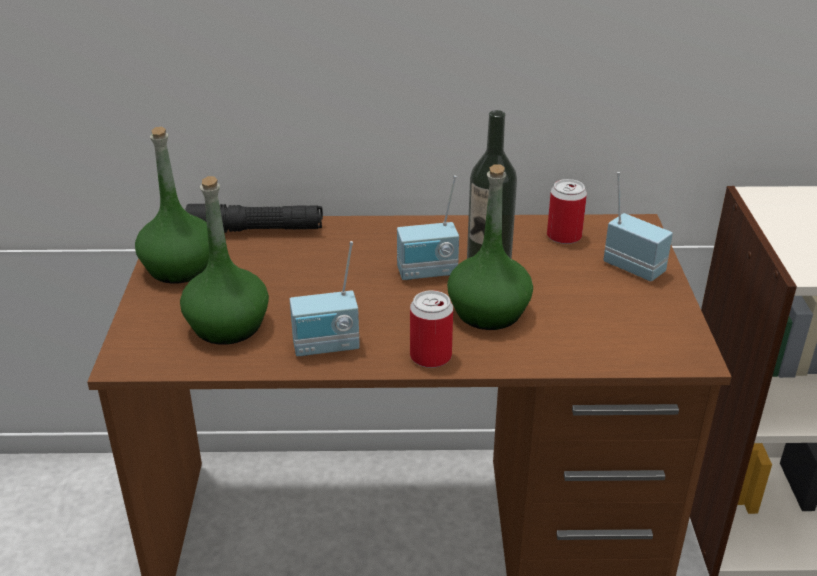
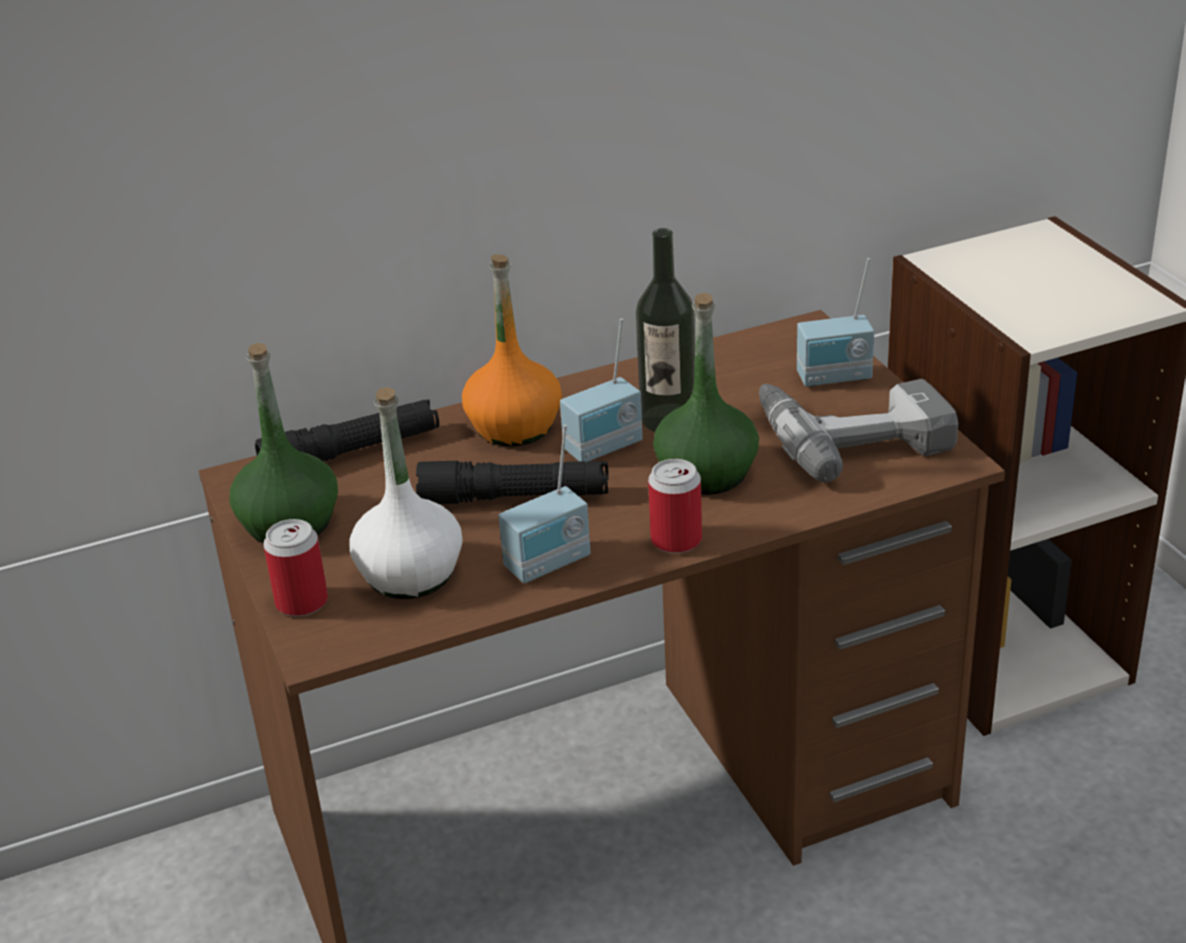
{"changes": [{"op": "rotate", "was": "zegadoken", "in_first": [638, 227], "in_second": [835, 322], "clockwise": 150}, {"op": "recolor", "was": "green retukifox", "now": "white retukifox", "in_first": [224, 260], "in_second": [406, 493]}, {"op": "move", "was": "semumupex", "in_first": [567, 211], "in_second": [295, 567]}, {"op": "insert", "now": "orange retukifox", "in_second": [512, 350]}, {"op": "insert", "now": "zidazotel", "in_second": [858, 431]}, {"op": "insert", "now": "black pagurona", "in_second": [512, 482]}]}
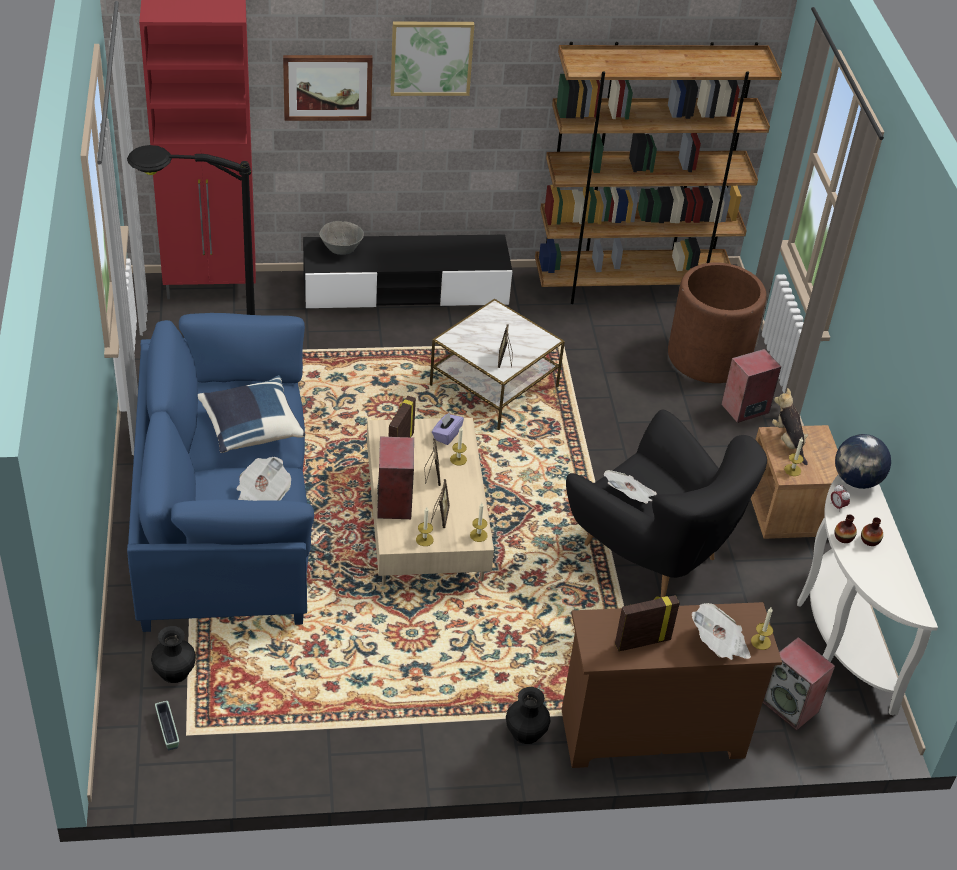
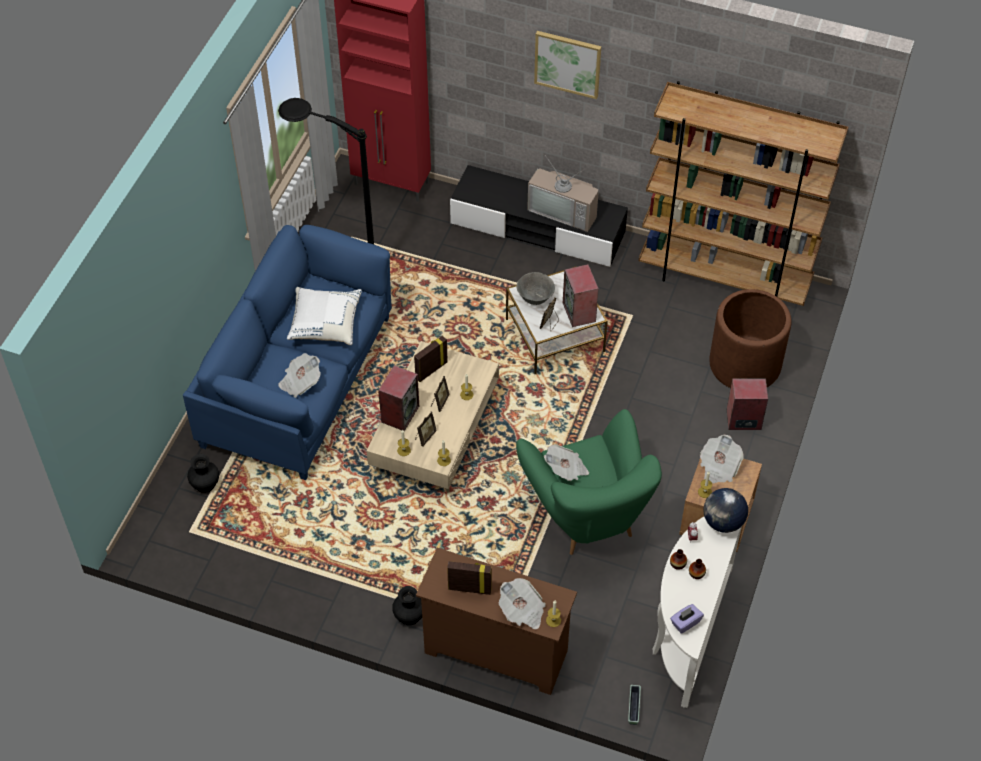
{"changes": [{"op": "delete", "was": "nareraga", "in_first": [328, 88]}, {"op": "move", "was": "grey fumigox", "in_first": [341, 238], "in_second": [536, 288]}, {"op": "recolor", "was": "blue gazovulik", "now": "white gazovulik", "in_first": [252, 414], "in_second": [324, 316]}, {"op": "replace", "was": "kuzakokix", "now": "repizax", "in_first": [790, 426], "in_second": [722, 459]}, {"op": "recolor", "was": "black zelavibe", "now": "green zelavibe", "in_first": [666, 503], "in_second": [589, 482]}, {"op": "move", "was": "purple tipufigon", "in_first": [448, 429], "in_second": [687, 619]}, {"op": "move", "was": "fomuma", "in_first": [799, 683], "in_second": [581, 295]}, {"op": "move", "was": "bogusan", "in_first": [167, 725], "in_second": [634, 705]}, {"op": "insert", "now": "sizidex", "in_second": [563, 193]}]}
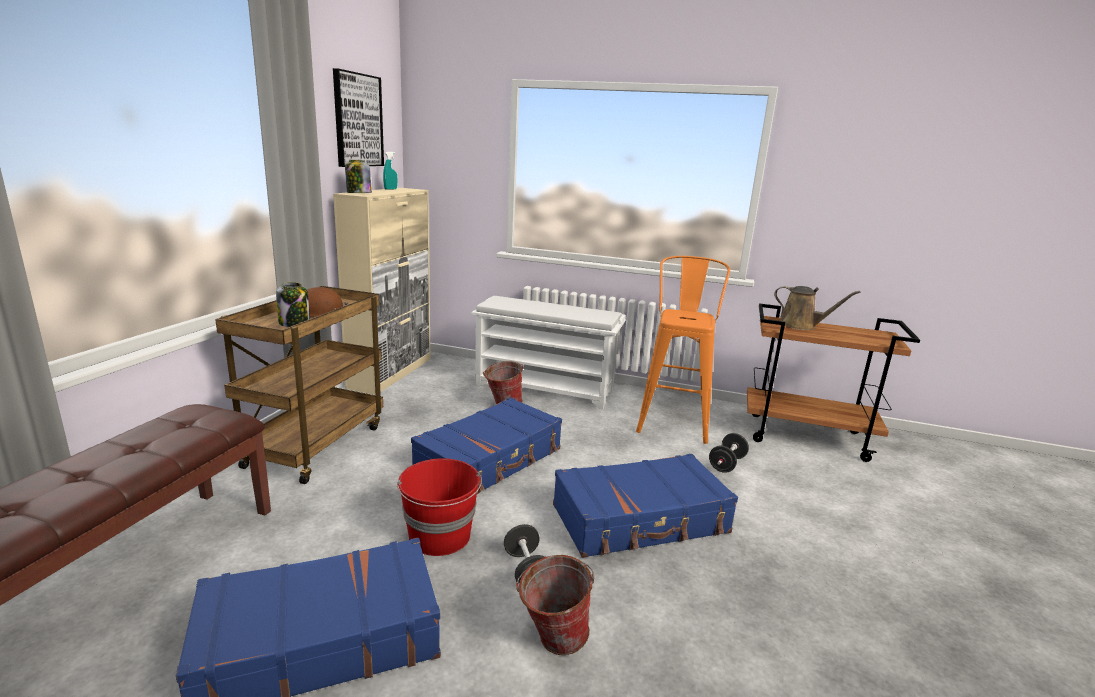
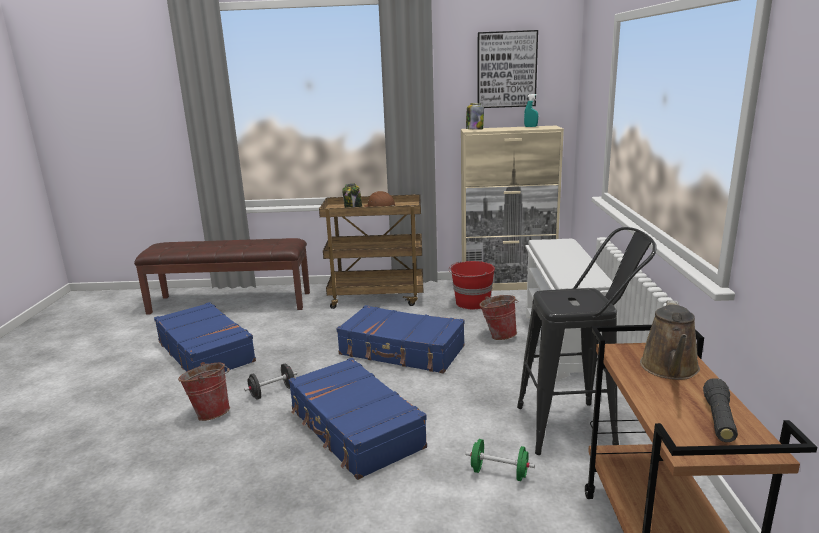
{"changes": [{"op": "recolor", "was": "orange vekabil", "now": "black vekabil", "in_first": [683, 350], "in_second": [587, 341]}, {"op": "recolor", "was": "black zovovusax", "now": "green zovovusax", "in_first": [729, 453], "in_second": [500, 460]}, {"op": "move", "was": "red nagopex", "in_first": [439, 507], "in_second": [472, 285]}, {"op": "insert", "now": "black pagurona", "in_second": [720, 410]}]}
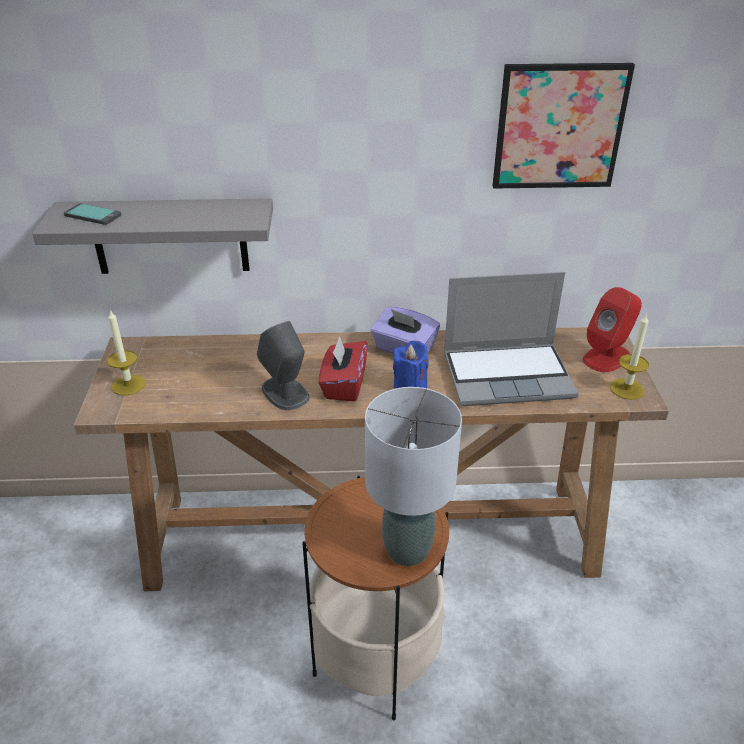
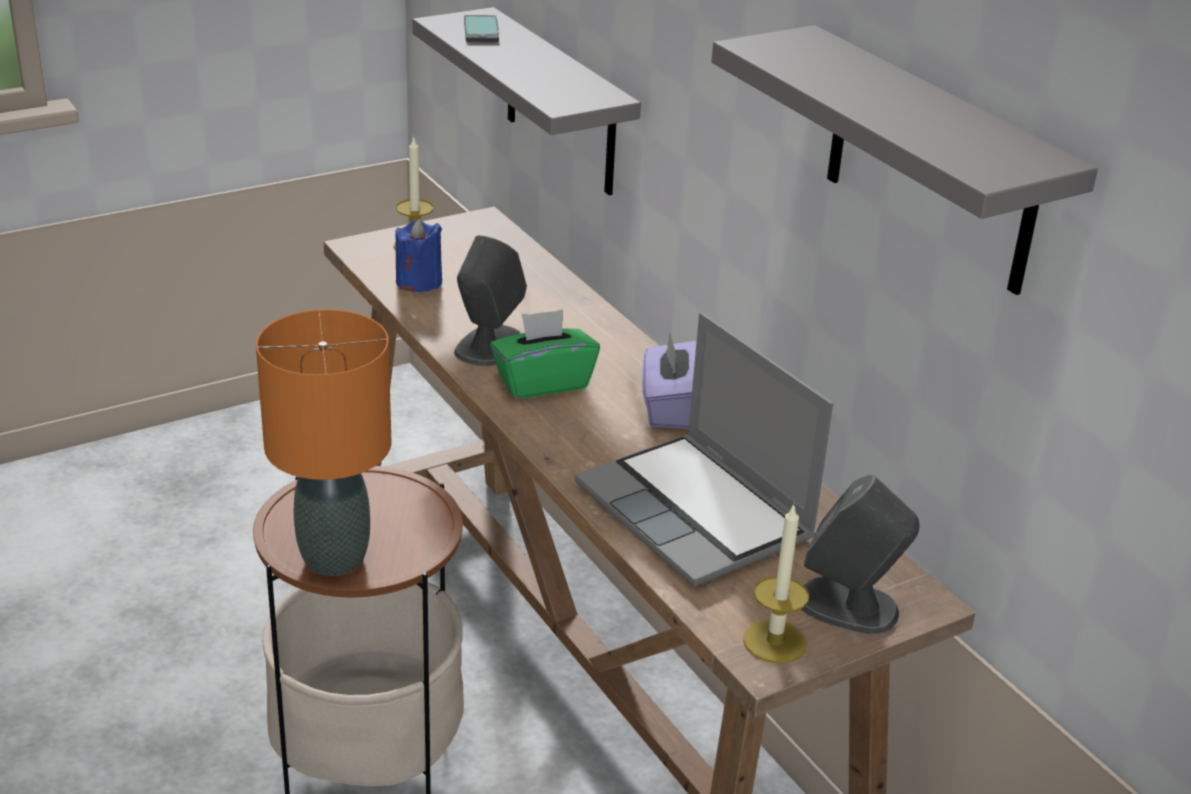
{"changes": [{"op": "replace", "was": "nareraga", "now": "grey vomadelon", "in_first": [564, 126], "in_second": [904, 160]}, {"op": "recolor", "was": "red fomuma", "now": "grey fomuma", "in_first": [612, 329], "in_second": [860, 554]}, {"op": "recolor", "was": "red tipufigon", "now": "green tipufigon", "in_first": [343, 368], "in_second": [545, 354]}, {"op": "move", "was": "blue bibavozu", "in_first": [411, 365], "in_second": [418, 255]}, {"op": "recolor", "was": "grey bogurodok", "now": "orange bogurodok", "in_first": [413, 476], "in_second": [324, 442]}]}
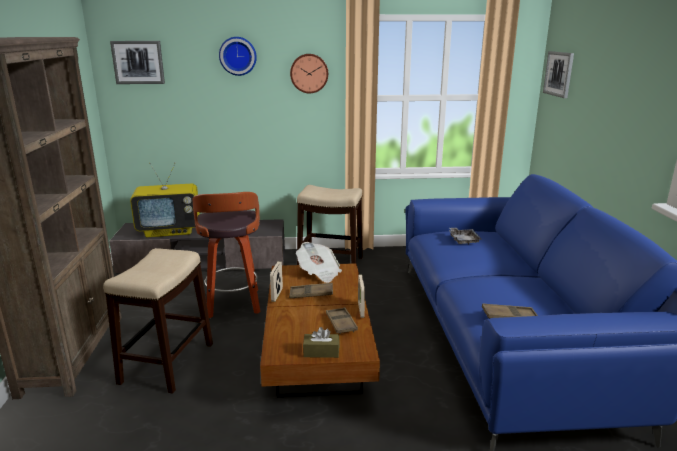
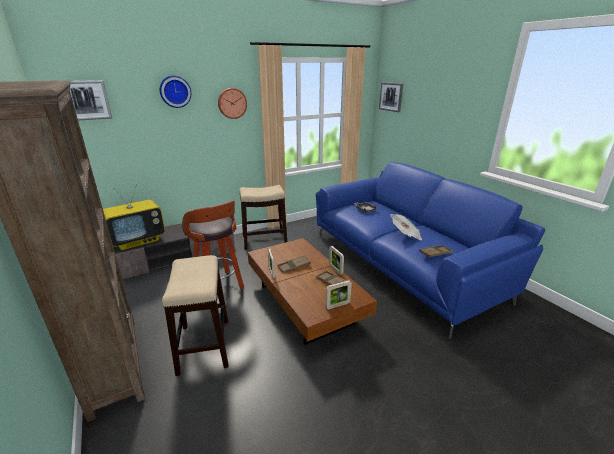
{"changes": [{"op": "move", "was": "repizax", "in_first": [319, 262], "in_second": [406, 227]}, {"op": "replace", "was": "brown tipufigon", "now": "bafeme", "in_first": [321, 342], "in_second": [339, 294]}]}
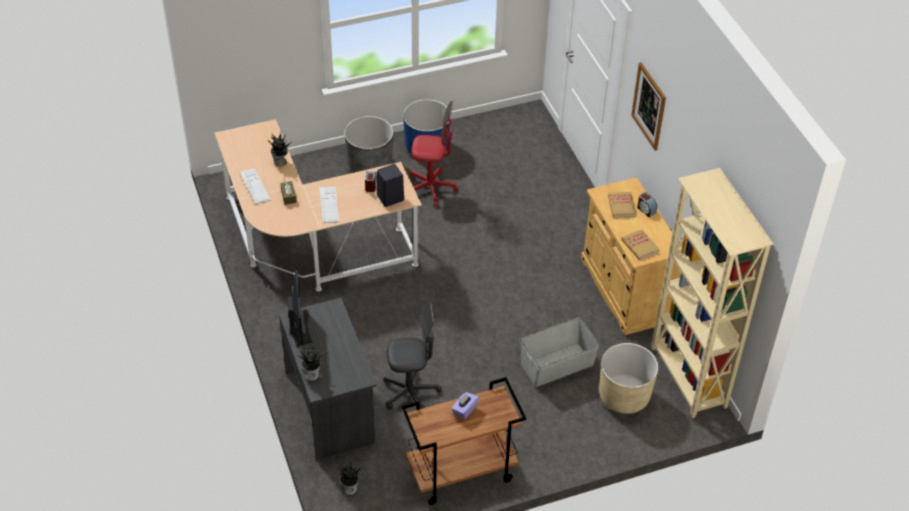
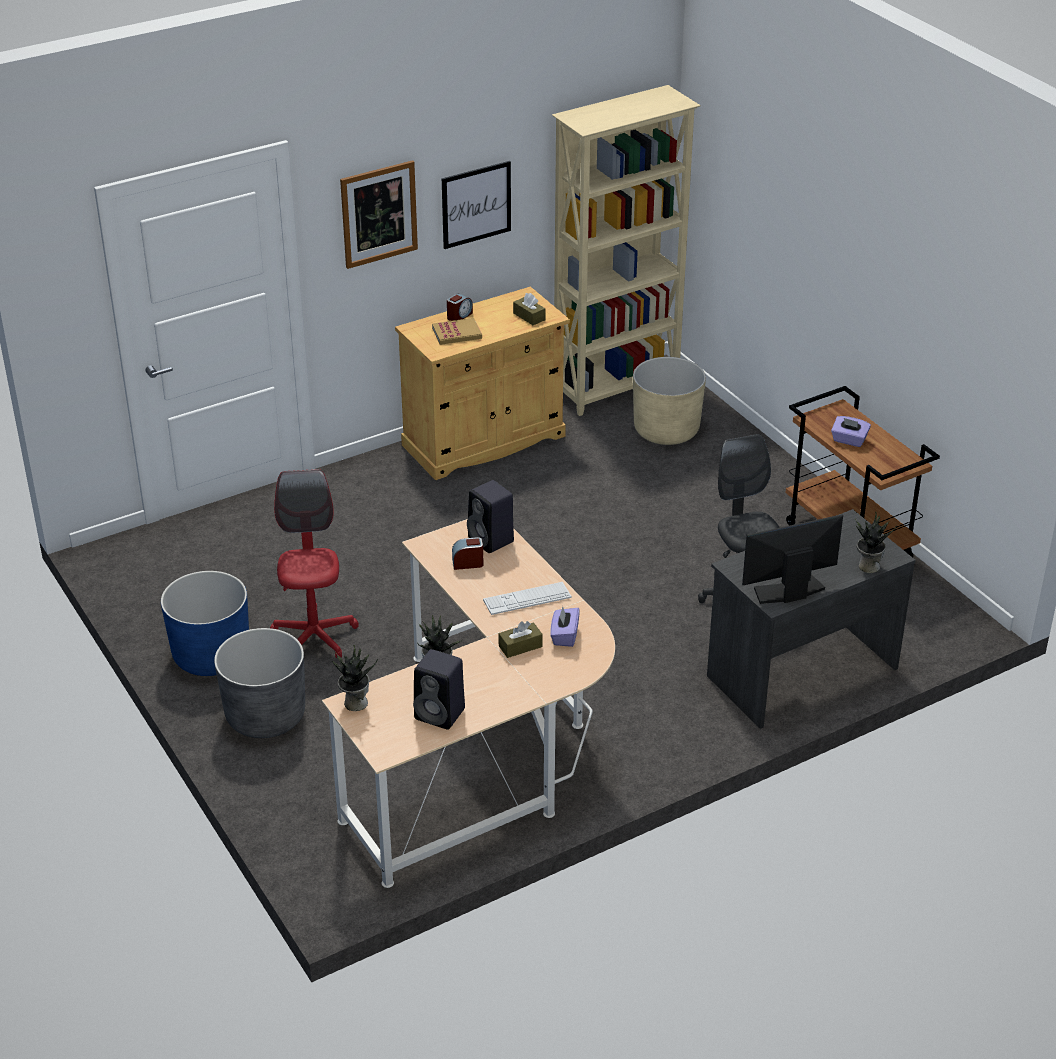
{"changes": [{"op": "delete", "was": "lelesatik", "in_first": [255, 186]}, {"op": "replace", "was": "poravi", "now": "brown tipufigon", "in_first": [640, 244], "in_second": [529, 309]}, {"op": "delete", "was": "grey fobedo", "in_first": [560, 352]}, {"op": "move", "was": "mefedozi", "in_first": [350, 478], "in_second": [355, 678]}, {"op": "insert", "now": "nareraga", "in_second": [476, 205]}, {"op": "insert", "now": "purple tipufigon", "in_second": [565, 626]}, {"op": "insert", "now": "black fomuma", "in_second": [439, 689]}]}
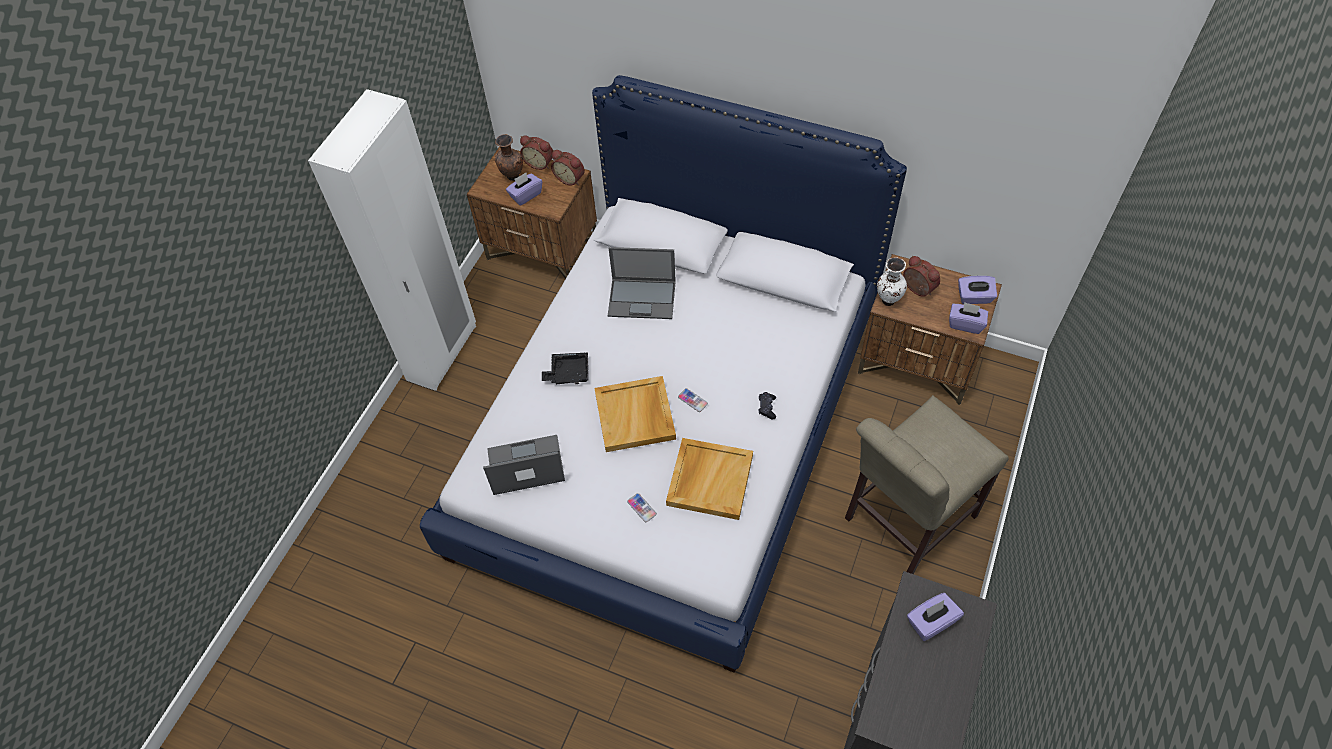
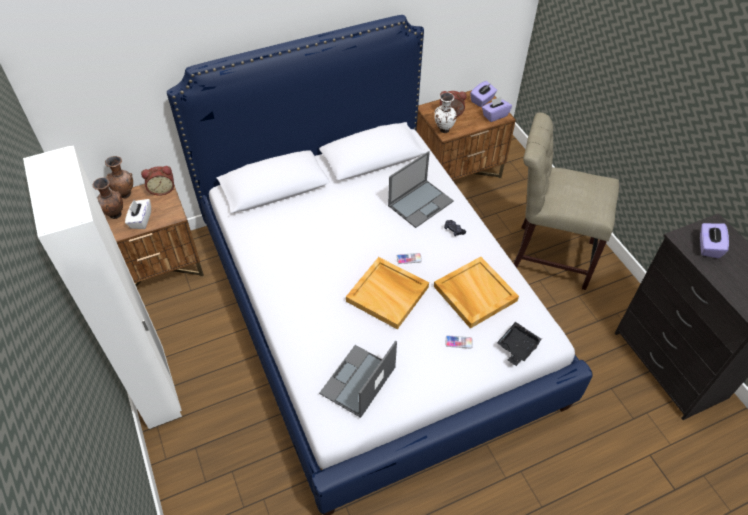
{"changes": [{"op": "replace", "was": "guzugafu", "now": "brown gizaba", "in_first": [536, 153], "in_second": [119, 177]}, {"op": "recolor", "was": "purple tipufigon", "now": "white tipufigon", "in_first": [524, 189], "in_second": [138, 214]}, {"op": "move", "was": "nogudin", "in_first": [642, 283], "in_second": [421, 189]}, {"op": "move", "was": "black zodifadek", "in_first": [565, 368], "in_second": [520, 344]}, {"op": "rotate", "was": "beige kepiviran", "in_first": [927, 484], "in_second": [566, 201], "clockwise": 105}]}
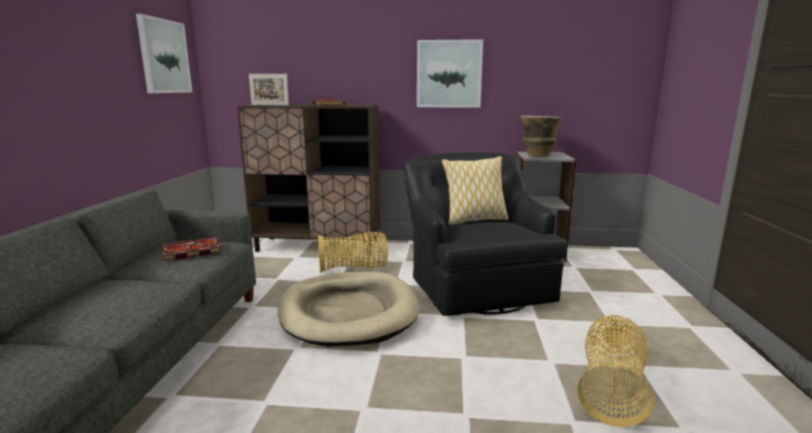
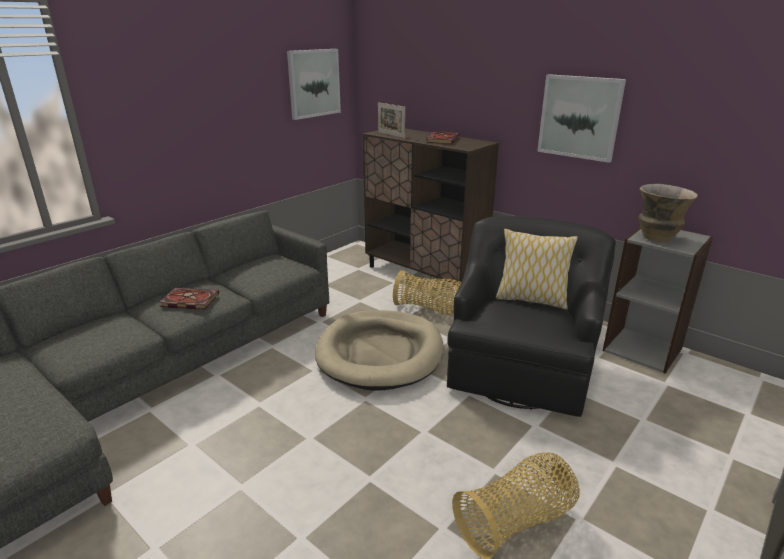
{"changes": [{"op": "move", "was": "poravi", "in_first": [191, 249], "in_second": [189, 298]}]}
